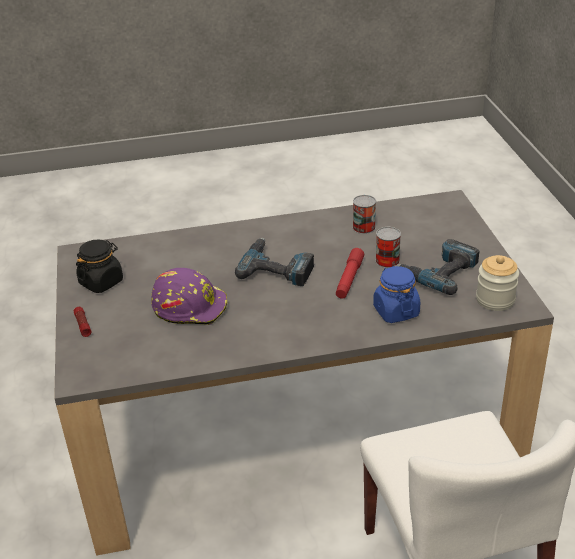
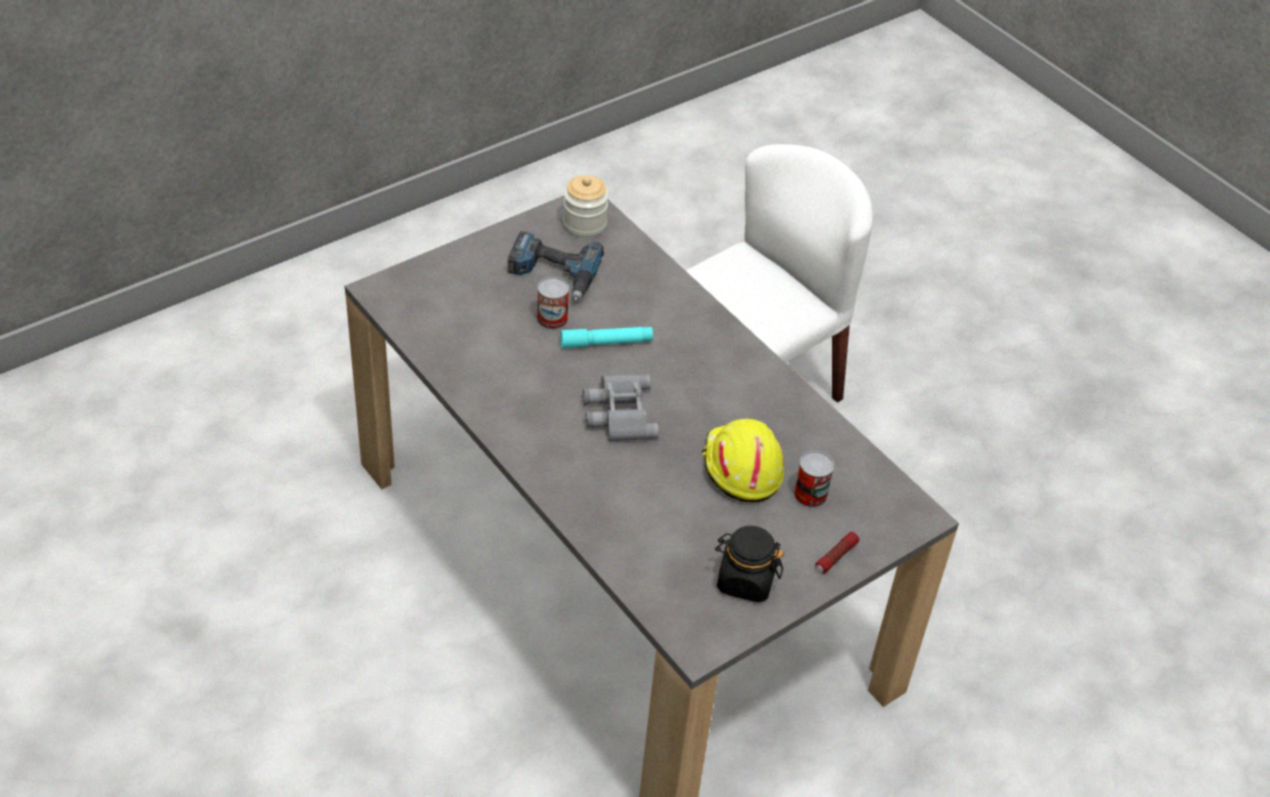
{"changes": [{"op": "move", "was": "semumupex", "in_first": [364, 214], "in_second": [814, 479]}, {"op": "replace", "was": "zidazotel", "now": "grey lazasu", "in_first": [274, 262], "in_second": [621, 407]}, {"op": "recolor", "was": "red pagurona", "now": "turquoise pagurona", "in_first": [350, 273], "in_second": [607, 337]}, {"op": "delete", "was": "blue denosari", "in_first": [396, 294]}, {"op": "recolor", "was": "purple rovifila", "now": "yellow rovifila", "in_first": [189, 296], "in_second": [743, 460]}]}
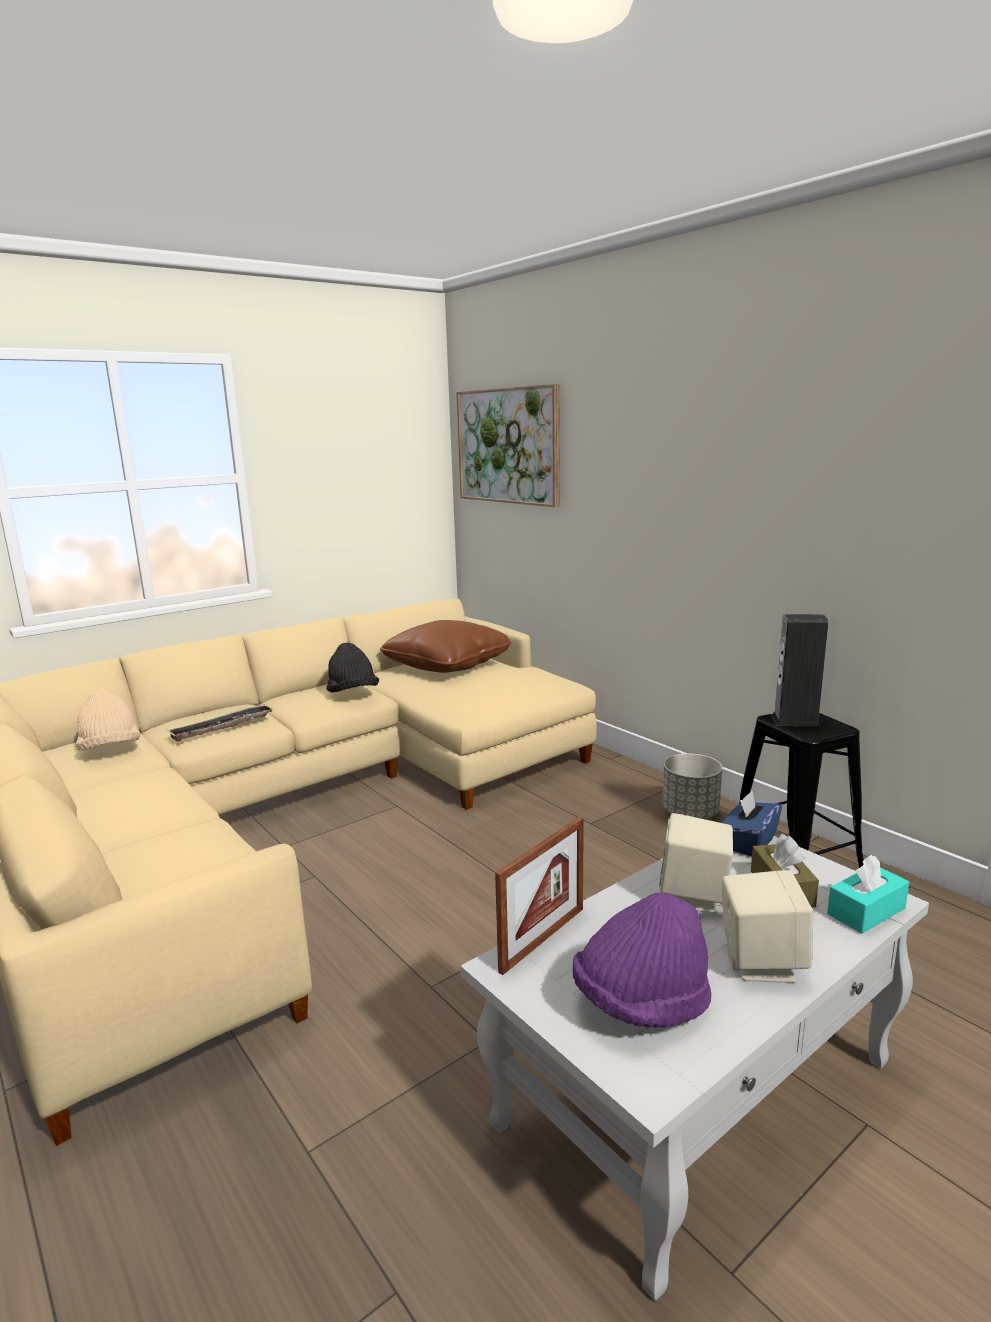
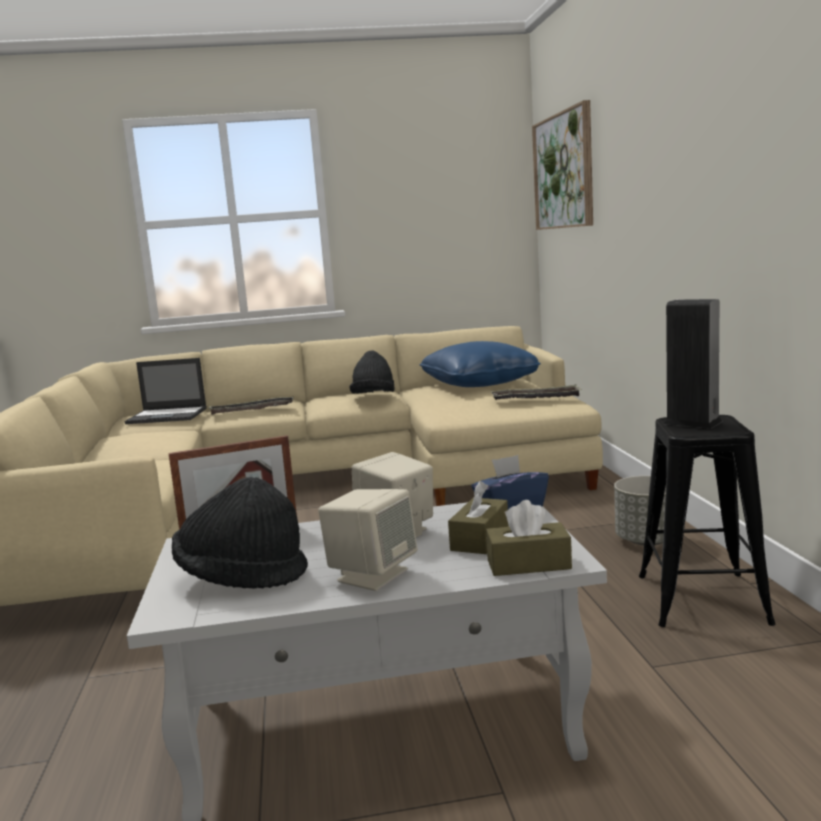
{"changes": [{"op": "recolor", "was": "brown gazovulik", "now": "blue gazovulik", "in_first": [446, 646], "in_second": [480, 364]}, {"op": "replace", "was": "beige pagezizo", "now": "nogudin", "in_first": [108, 720], "in_second": [165, 391]}, {"op": "recolor", "was": "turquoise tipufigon", "now": "brown tipufigon", "in_first": [868, 894], "in_second": [529, 538]}, {"op": "recolor", "was": "purple pagezizo", "now": "black pagezizo", "in_first": [642, 960], "in_second": [240, 533]}, {"op": "insert", "now": "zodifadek", "in_second": [536, 392]}]}
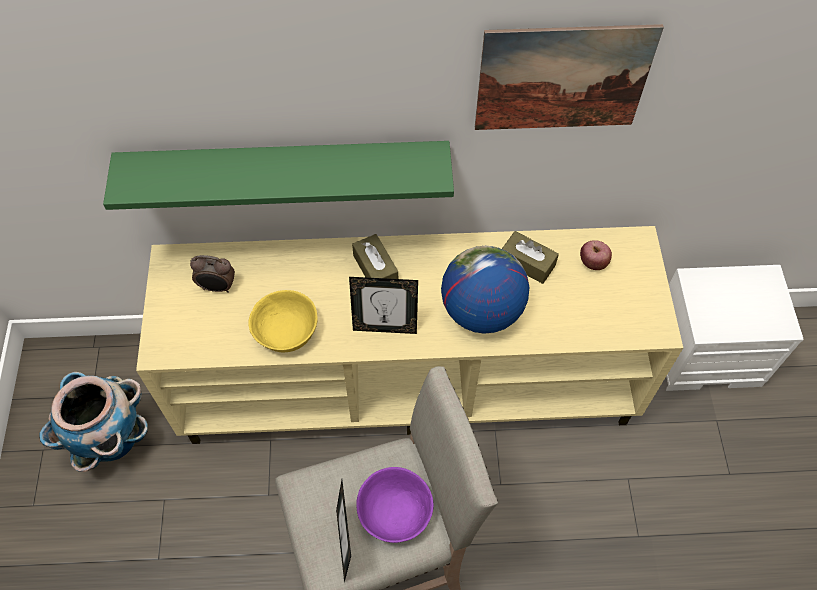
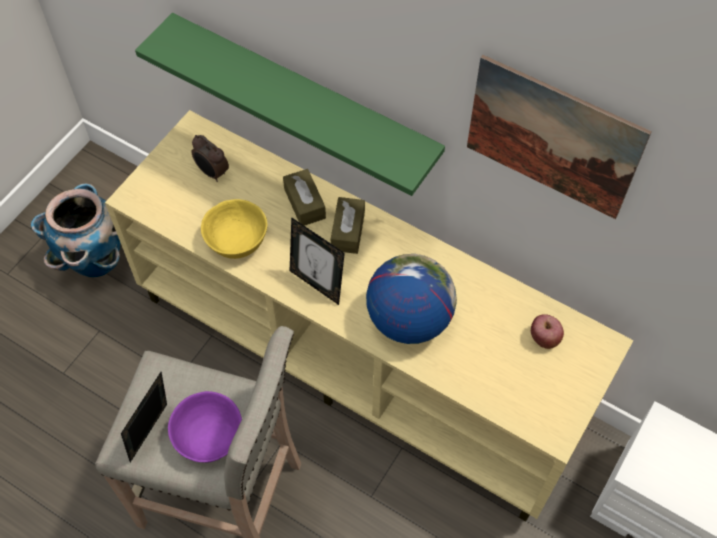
{"changes": [{"op": "move", "was": "brown tipufigon", "in_first": [530, 257], "in_second": [304, 197]}]}
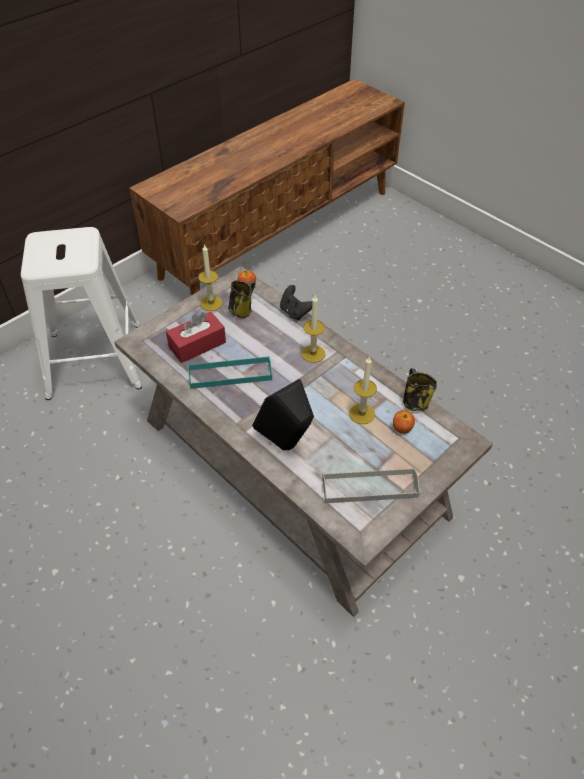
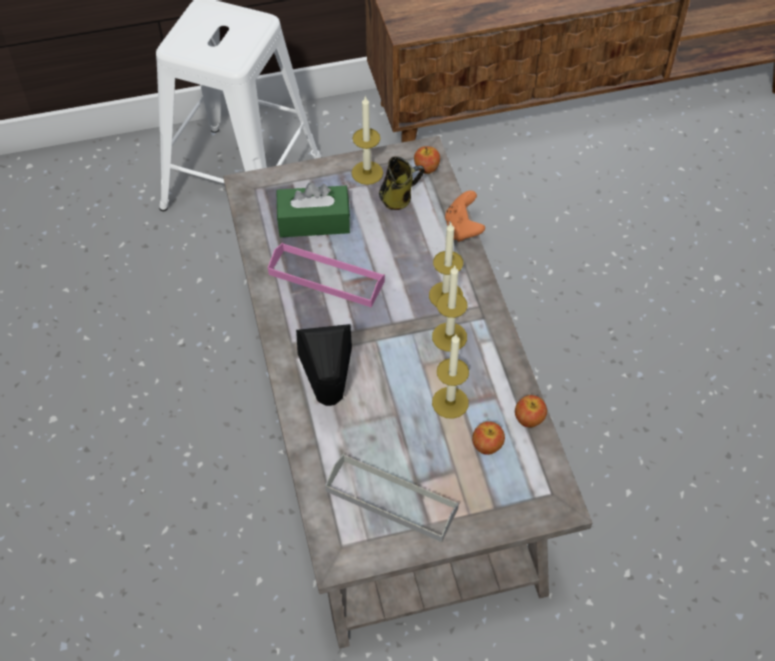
{"changes": [{"op": "recolor", "was": "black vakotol", "now": "orange vakotol", "in_first": [296, 302], "in_second": [465, 216]}, {"op": "recolor", "was": "red tipufigon", "now": "green tipufigon", "in_first": [196, 337], "in_second": [313, 209]}, {"op": "recolor", "was": "turquoise zodifadek", "now": "pink zodifadek", "in_first": [230, 372], "in_second": [326, 274]}, {"op": "replace", "was": "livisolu", "now": "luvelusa", "in_first": [420, 389], "in_second": [531, 411]}, {"op": "insert", "now": "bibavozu", "in_second": [449, 309]}]}
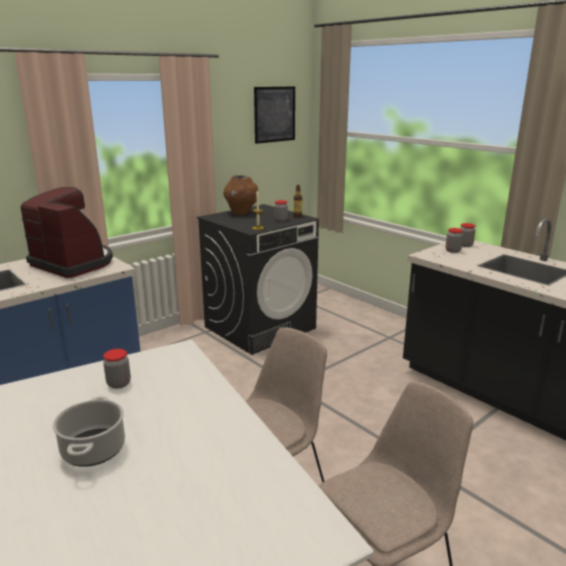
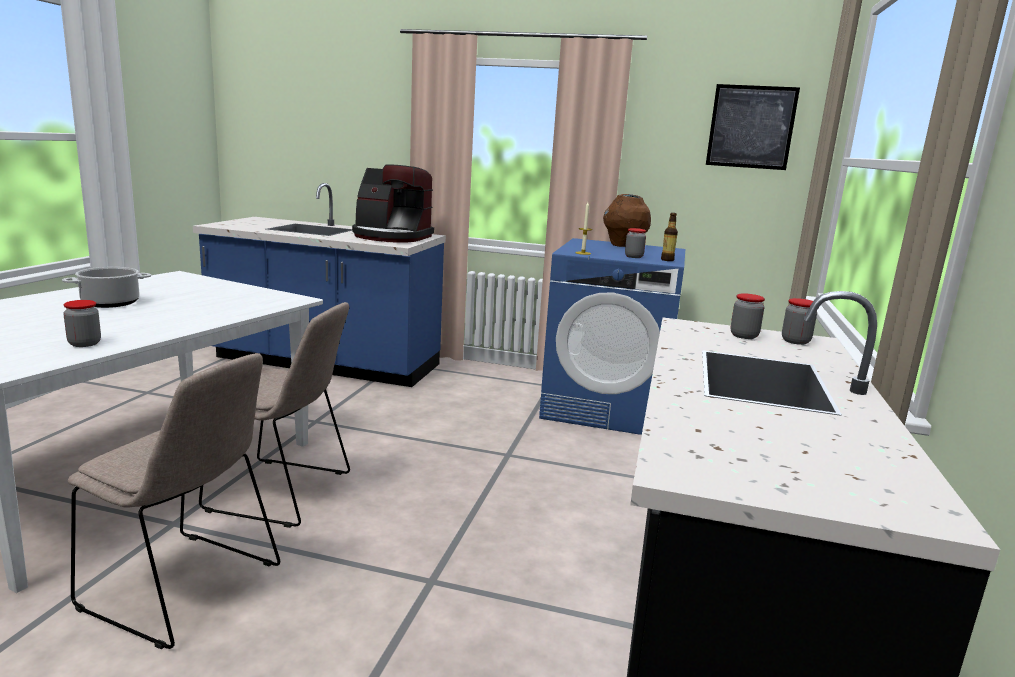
{"changes": [{"op": "rotate", "was": "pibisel", "in_first": [67, 232], "in_second": [393, 204], "clockwise": 105}, {"op": "recolor", "was": "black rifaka", "now": "blue rifaka", "in_first": [258, 279], "in_second": [612, 336]}, {"op": "move", "was": "denosari", "in_first": [117, 369], "in_second": [82, 323]}]}
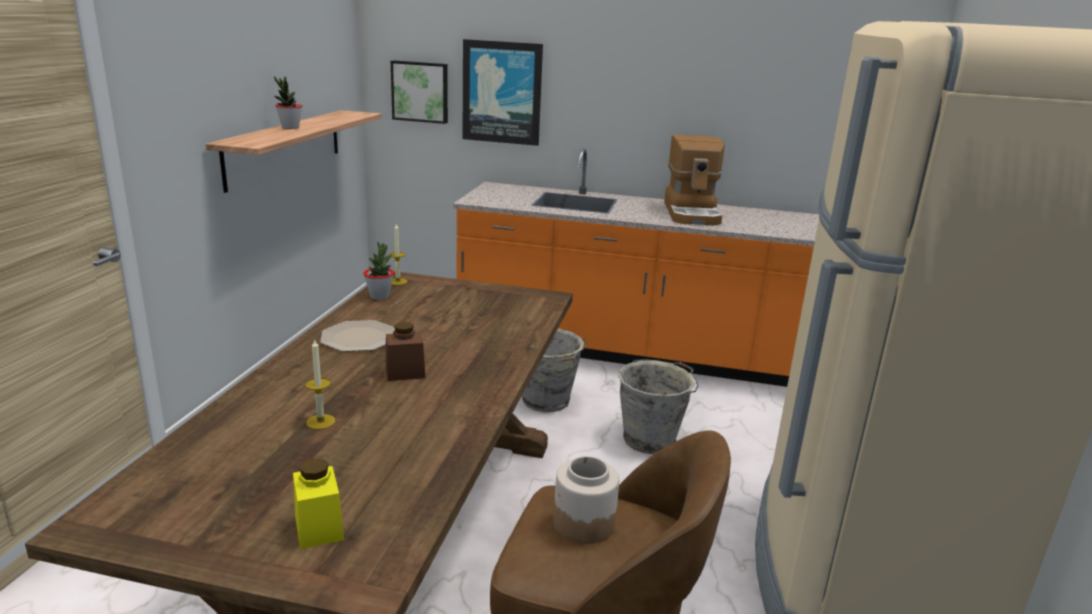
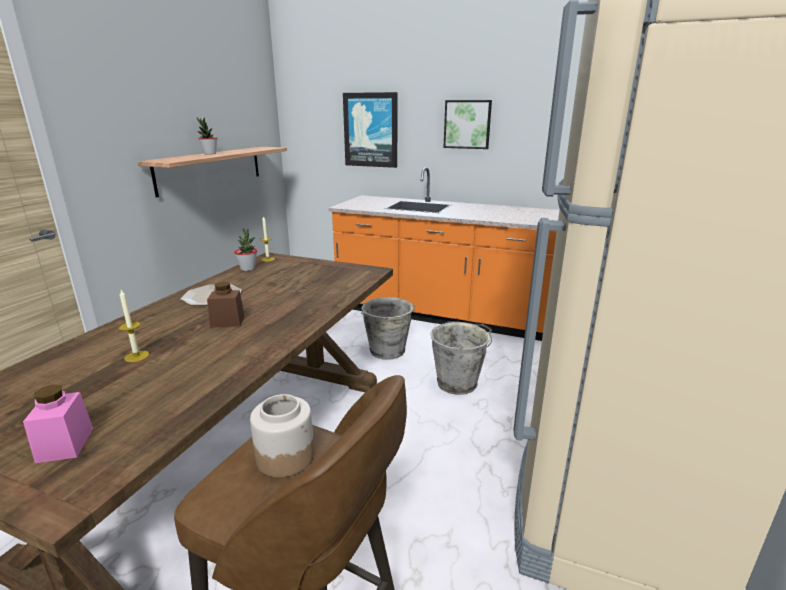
{"changes": [{"op": "move", "was": "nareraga", "in_first": [419, 92], "in_second": [468, 124]}, {"op": "delete", "was": "pibisel", "in_first": [694, 180]}, {"op": "recolor", "was": "yellow denosari", "now": "pink denosari", "in_first": [318, 503], "in_second": [58, 424]}]}
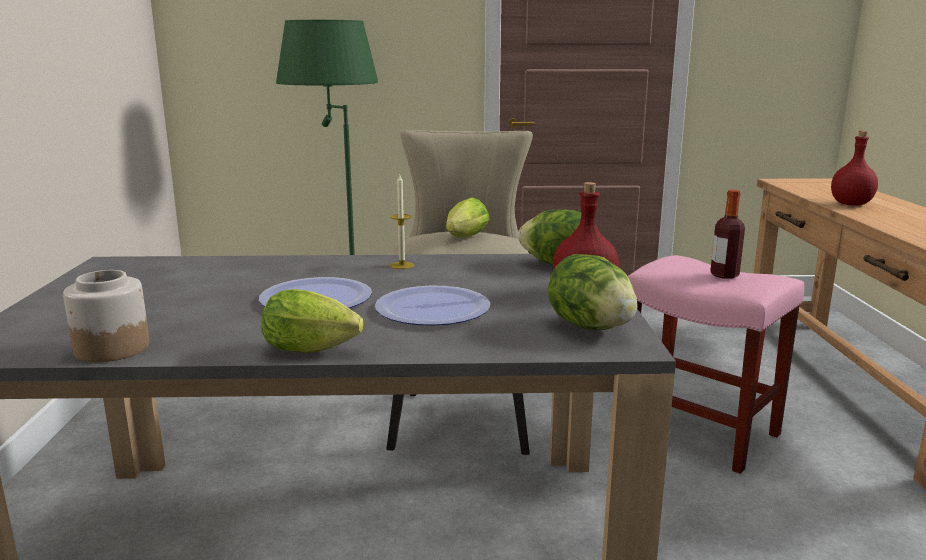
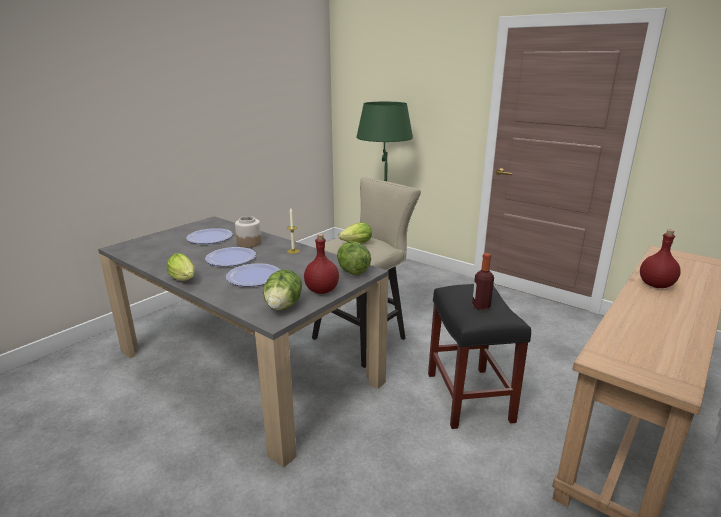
{"changes": [{"op": "recolor", "was": "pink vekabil", "now": "black vekabil", "in_first": [716, 364], "in_second": [479, 356]}, {"op": "move", "was": "denosari", "in_first": [106, 316], "in_second": [248, 232]}, {"op": "insert", "now": "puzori", "in_second": [209, 236]}]}
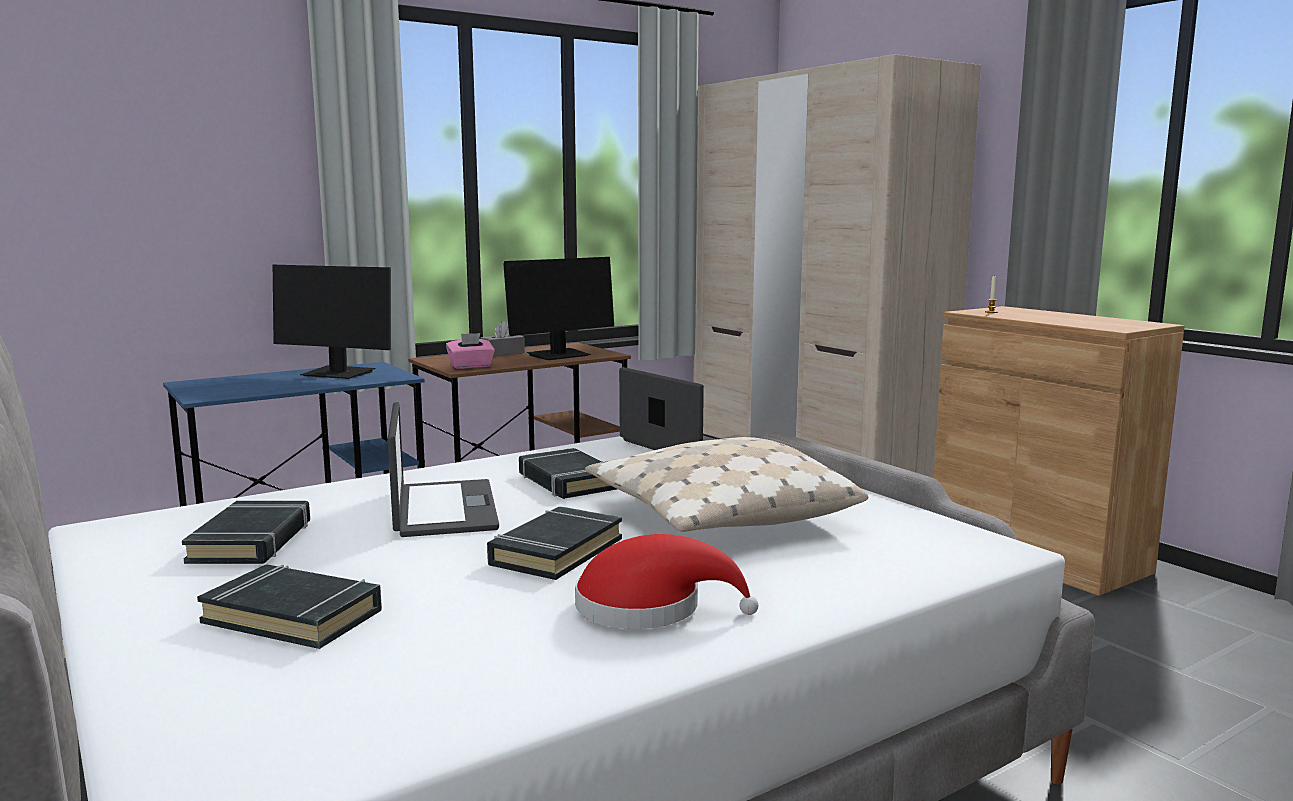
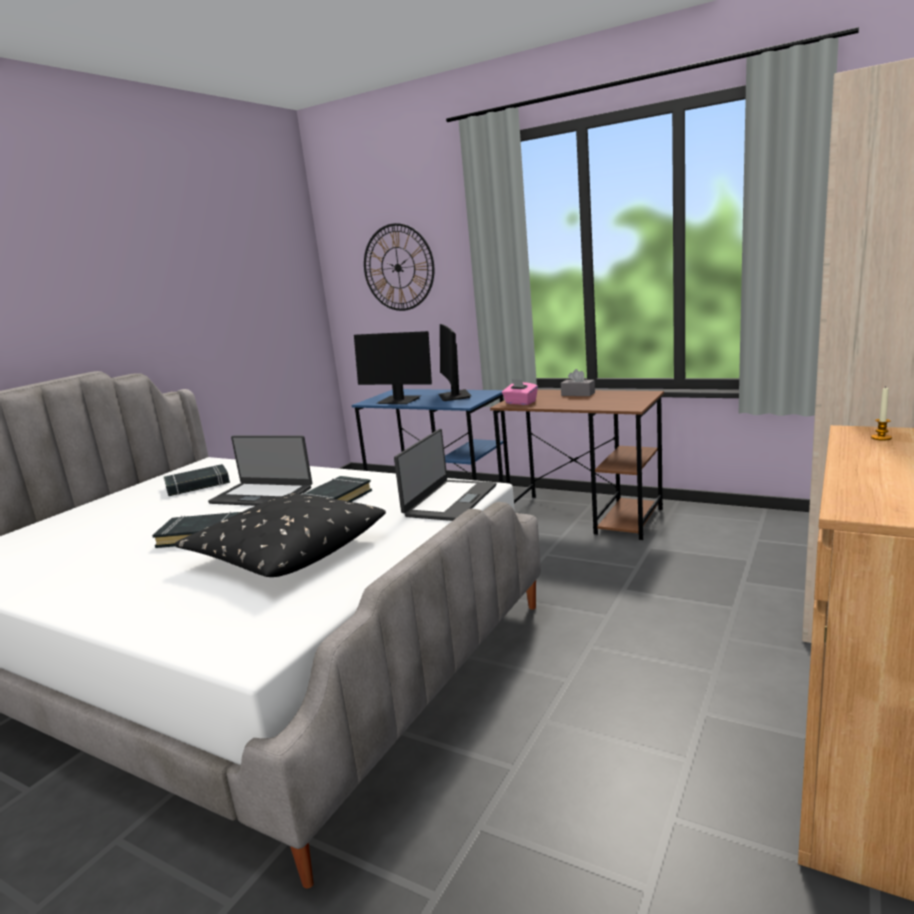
{"changes": [{"op": "move", "was": "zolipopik", "in_first": [558, 308], "in_second": [393, 367]}, {"op": "rotate", "was": "nogudin", "in_first": [443, 469], "in_second": [260, 471], "clockwise": 60}, {"op": "recolor", "was": "beige gazovulik", "now": "black gazovulik", "in_first": [726, 484], "in_second": [280, 535]}, {"op": "delete", "was": "red pagezizo", "in_first": [666, 581]}, {"op": "delete", "was": "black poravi", "in_first": [289, 606]}, {"op": "insert", "now": "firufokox", "in_second": [399, 267]}]}
